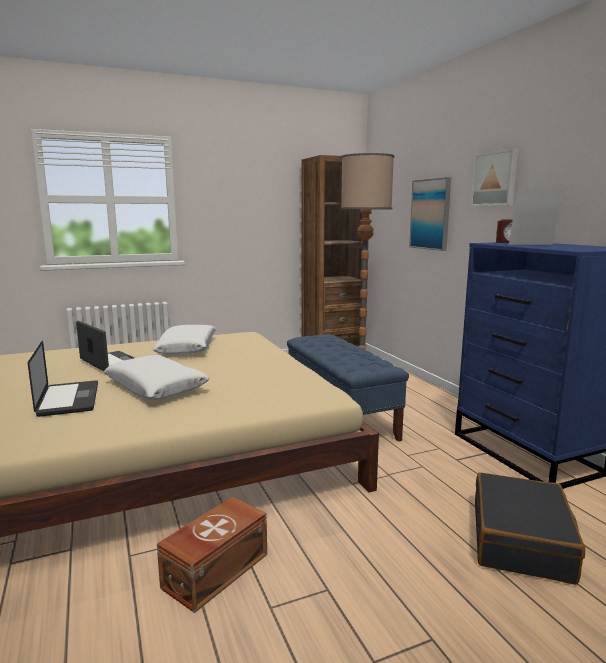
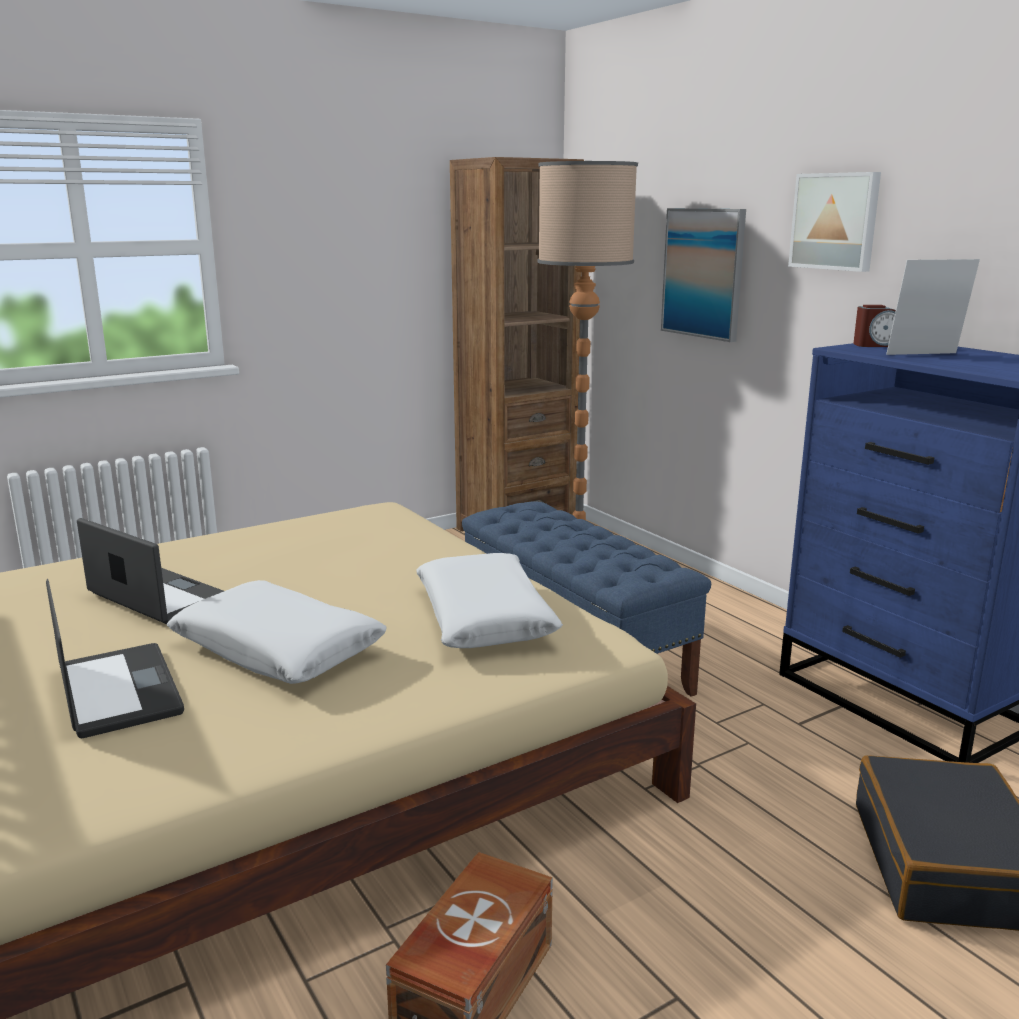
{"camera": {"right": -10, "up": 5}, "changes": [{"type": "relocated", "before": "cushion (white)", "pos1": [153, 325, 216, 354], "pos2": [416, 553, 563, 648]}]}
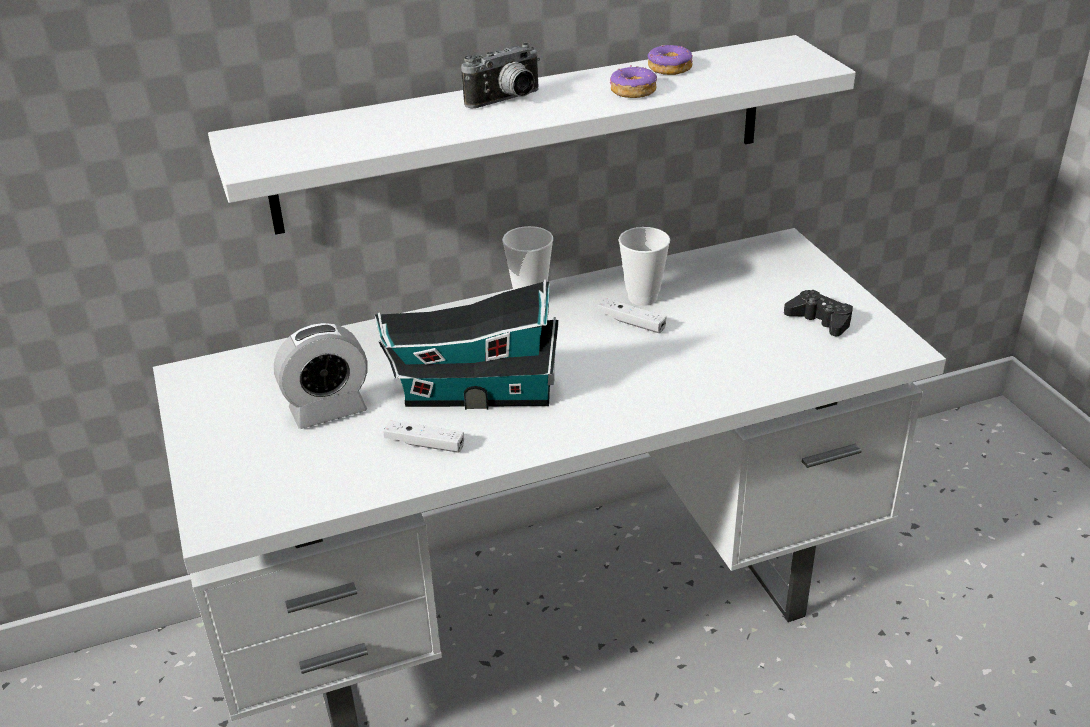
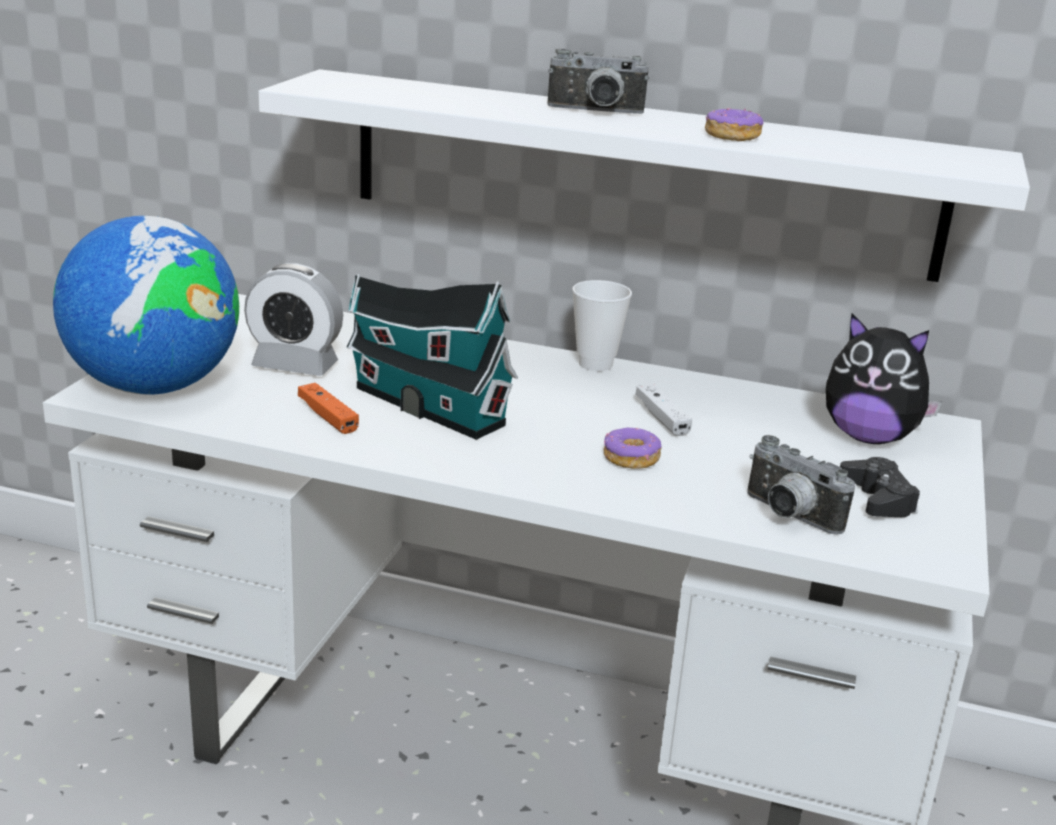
{"camera": {"right": 35, "up": -10}, "changes": [{"type": "relocated", "before": "ring doughnut", "pos1": [648, 45, 693, 75], "pos2": [603, 428, 662, 469]}, {"type": "missing", "before": "small cup", "pos1": [619, 227, 670, 306]}, {"type": "colour", "before": "joypad (white)", "after": "joypad (orange-coloured)", "pos1": [383, 420, 464, 453], "pos2": [298, 383, 359, 434]}, {"type": "appeared", "after": "globe", "pos2": [53, 216, 239, 395]}, {"type": "appeared", "after": "soft toy", "pos2": [826, 314, 943, 444]}, {"type": "appeared", "after": "still camera", "pos2": [747, 435, 855, 535]}]}
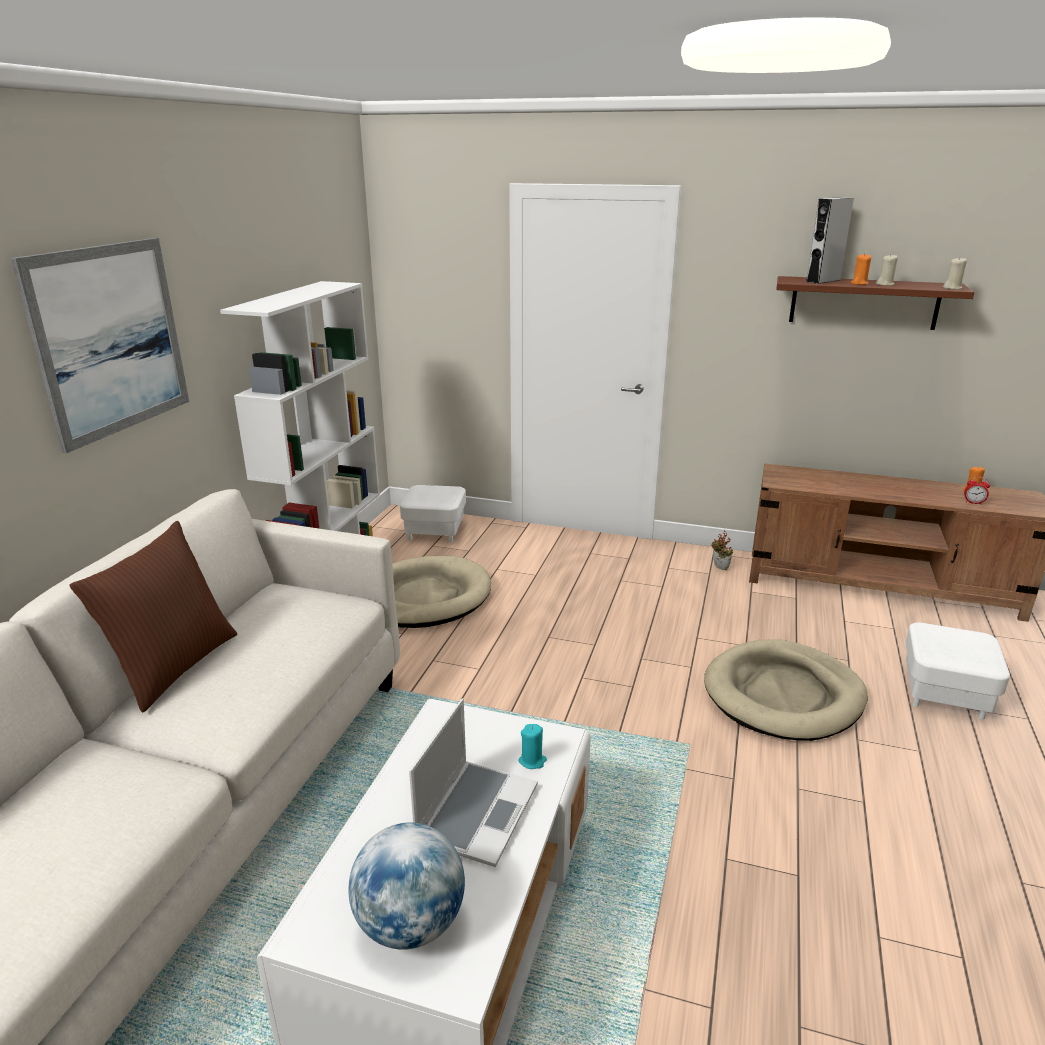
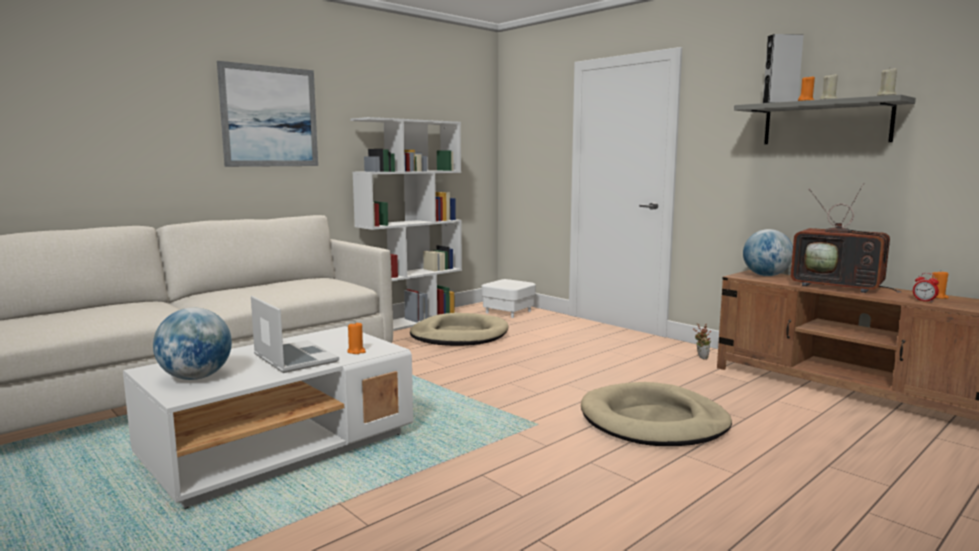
{"camera": {"right": 30, "up": -15}, "changes": [{"type": "colour", "before": "bracket shelf (brownish)", "after": "bracket shelf (grey)", "pos1": [776, 276, 974, 330], "pos2": [734, 94, 916, 144]}, {"type": "missing", "before": "cushion (brownish)", "pos1": [70, 521, 237, 712]}, {"type": "missing", "before": "ottoman (white)", "pos1": [906, 623, 1010, 720]}, {"type": "spun", "before": "notebook computer", "pos1": [409, 698, 538, 867], "pos2": [251, 296, 339, 373], "turn": -90}, {"type": "colour", "before": "candle (turquoise-coloured)", "after": "candle (orange-coloured)", "pos1": [518, 724, 547, 769], "pos2": [347, 321, 366, 354]}, {"type": "appeared", "after": "television", "pos2": [791, 183, 901, 293]}, {"type": "appeared", "after": "globe", "pos2": [743, 229, 793, 276]}]}
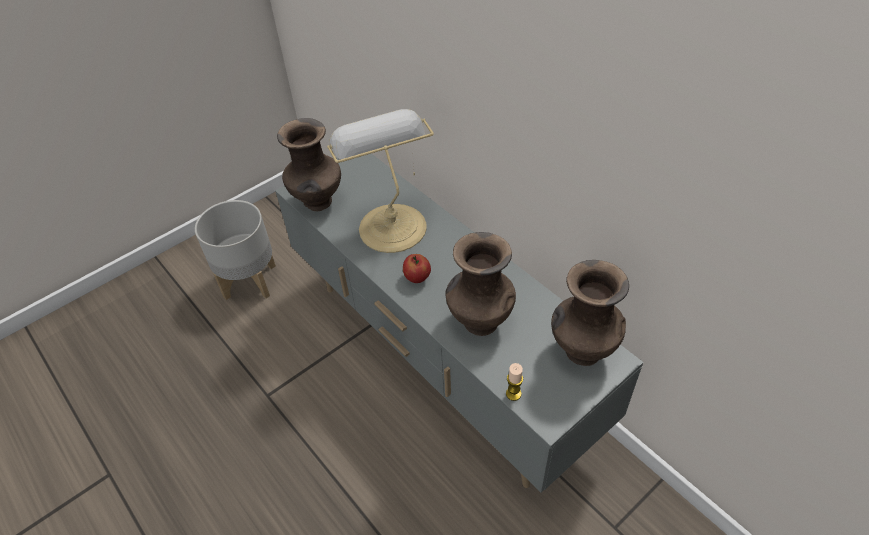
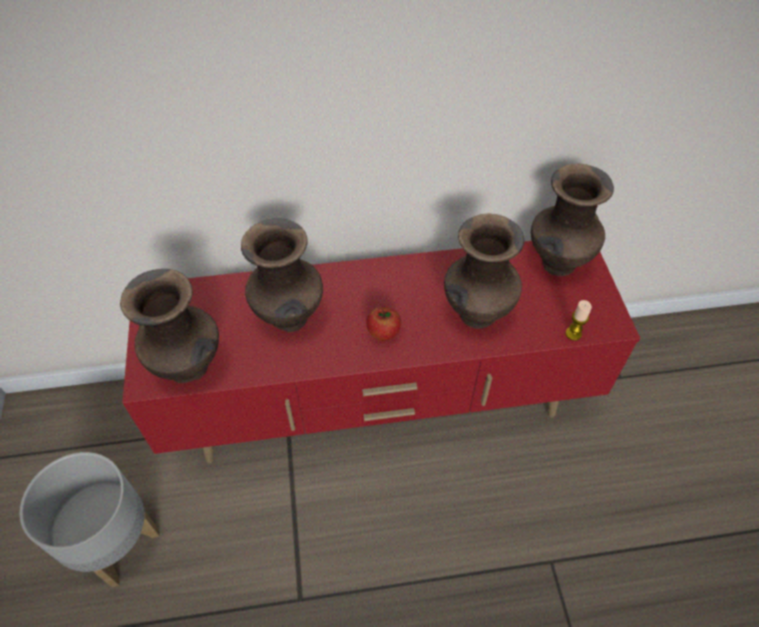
{"camera": {"right": -60, "up": 5}, "changes": [{"type": "exchanged", "before": "tabletop lamp", "after": "flower vase (brownish)", "pos1": [327, 109, 434, 253], "pos2": [241, 218, 323, 332]}, {"type": "colour", "before": "media console (grey)", "after": "media console (red-coloured)", "pos1": [275, 154, 643, 493], "pos2": [122, 241, 641, 463]}]}
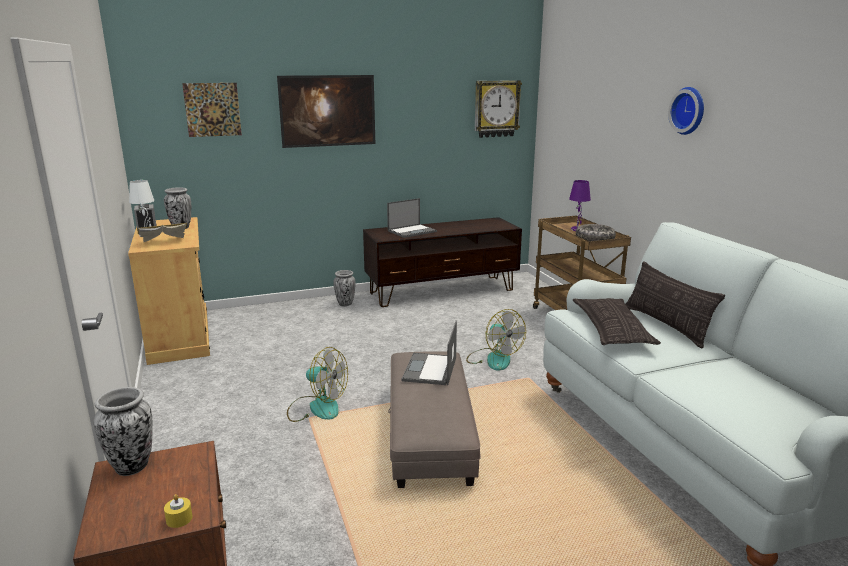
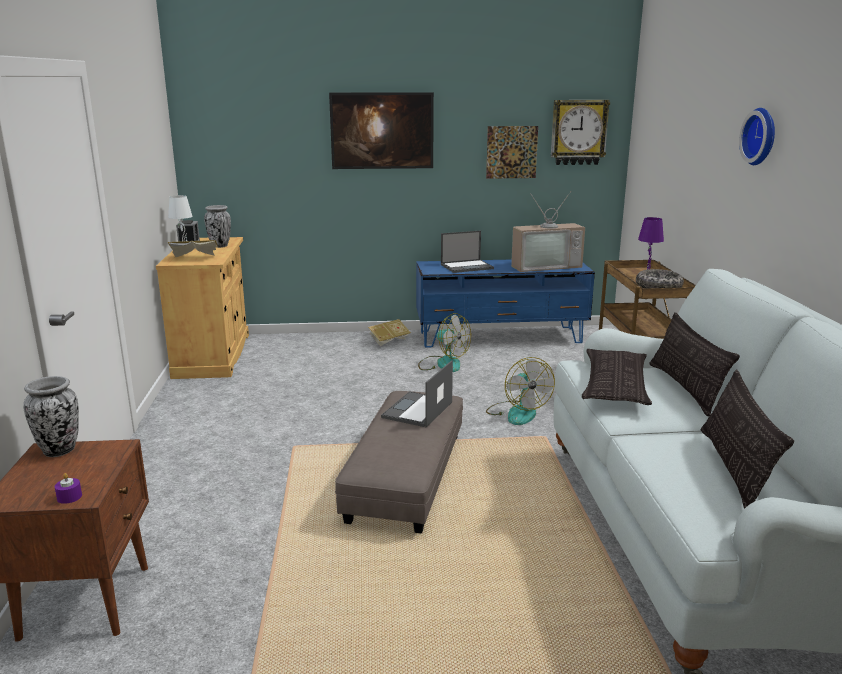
{"camera": {"right": 15, "up": 0}, "changes": [{"type": "relocated", "before": "picture", "pos1": [182, 83, 242, 137], "pos2": [486, 126, 538, 179]}, {"type": "colour", "before": "media console (brownish)", "after": "media console (blue)", "pos1": [363, 217, 522, 307], "pos2": [416, 260, 595, 348]}, {"type": "exchanged", "before": "flower vase", "after": "book", "pos1": [333, 270, 356, 306], "pos2": [368, 319, 411, 346]}, {"type": "relocated", "before": "electric fan", "pos1": [287, 347, 348, 422], "pos2": [418, 313, 471, 372]}, {"type": "colour", "before": "candle (yellow)", "after": "candle (purple-coloured)", "pos1": [164, 494, 193, 528], "pos2": [55, 473, 82, 504]}, {"type": "appeared", "after": "television", "pos2": [511, 193, 585, 272]}, {"type": "appeared", "after": "cushion", "pos2": [701, 370, 794, 509]}]}
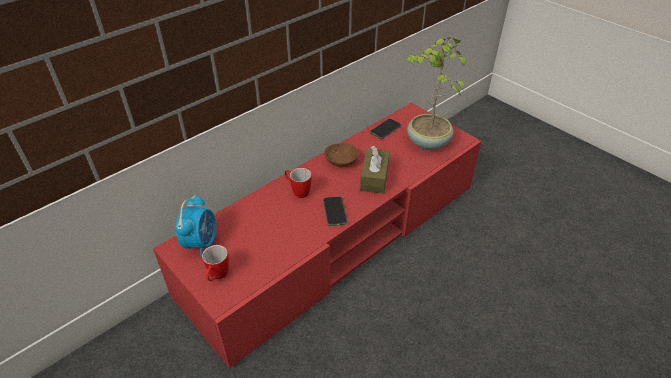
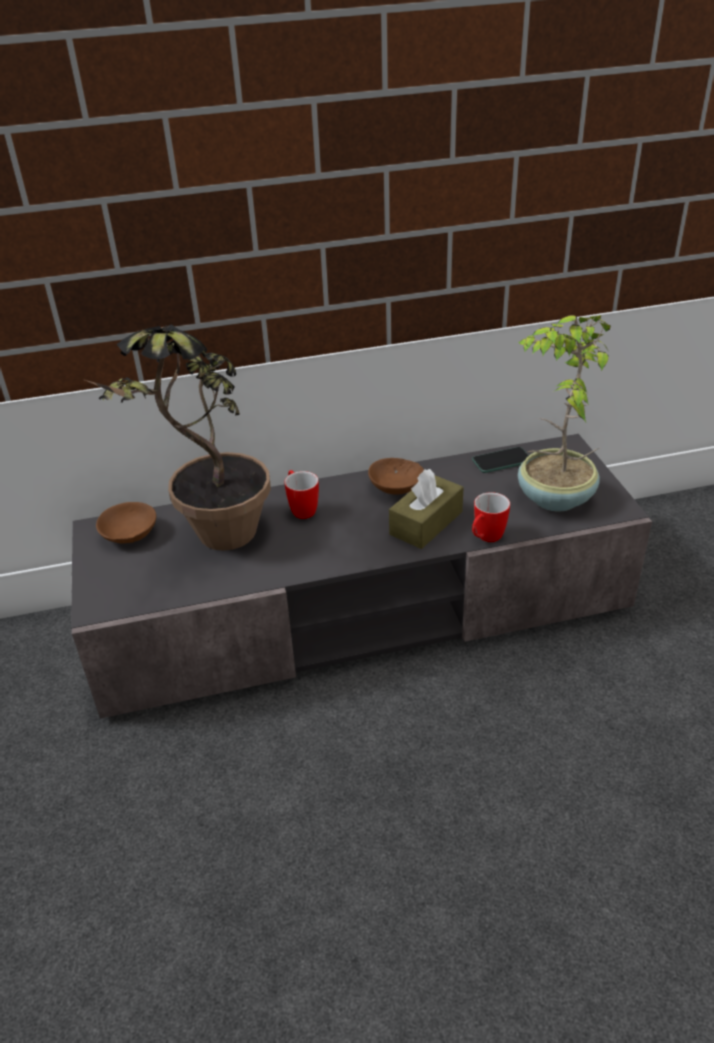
{"camera": {"right": 30, "up": -5}, "changes": [{"type": "colour", "before": "media console (red-coloured)", "after": "media console (grey)", "pos1": [153, 103, 481, 368], "pos2": [71, 434, 652, 719]}, {"type": "exchanged", "before": "bedside clock", "after": "deep dish (brownish)", "pos1": [175, 195, 216, 258], "pos2": [96, 502, 156, 544]}, {"type": "missing", "before": "phone", "pos1": [323, 196, 347, 226]}, {"type": "relocated", "before": "tea mug", "pos1": [202, 245, 229, 281], "pos2": [472, 492, 510, 542]}, {"type": "appeared", "after": "potted plant", "pos2": [85, 325, 271, 551]}]}
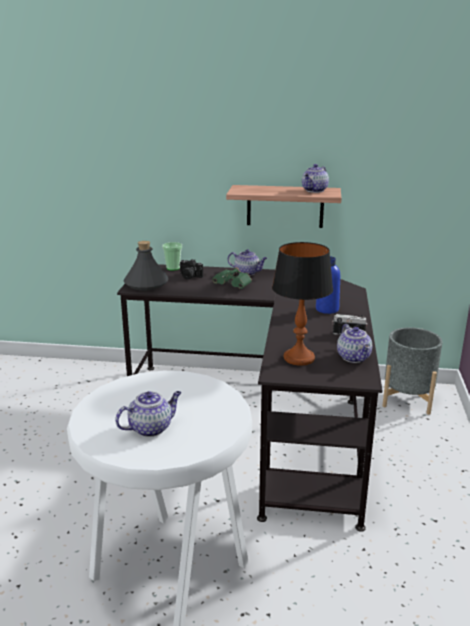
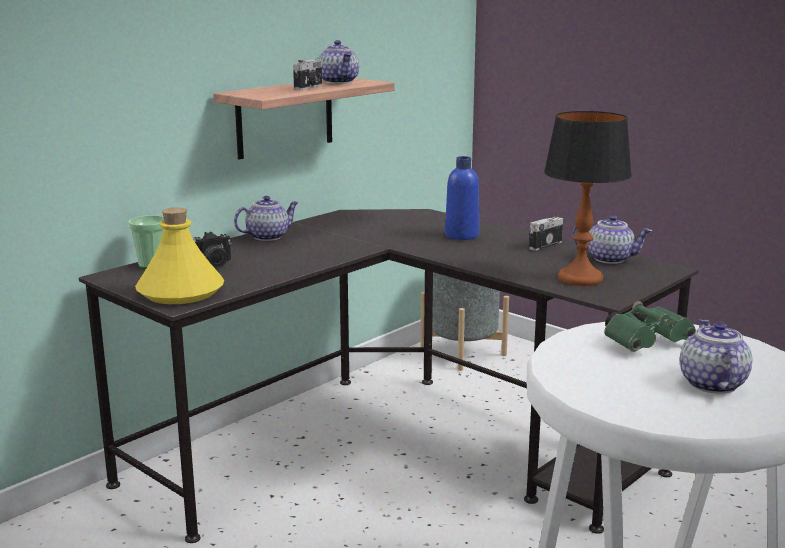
{"camera": {"right": -55, "up": -5}, "changes": [{"type": "colour", "before": "beverage bottle (grey)", "after": "beverage bottle (yellow)", "pos1": [124, 241, 169, 290], "pos2": [135, 208, 224, 304]}, {"type": "relocated", "before": "field glasses (green)", "pos1": [212, 267, 252, 289], "pos2": [604, 301, 696, 352]}, {"type": "appeared", "after": "still camera", "pos2": [293, 59, 322, 90]}]}
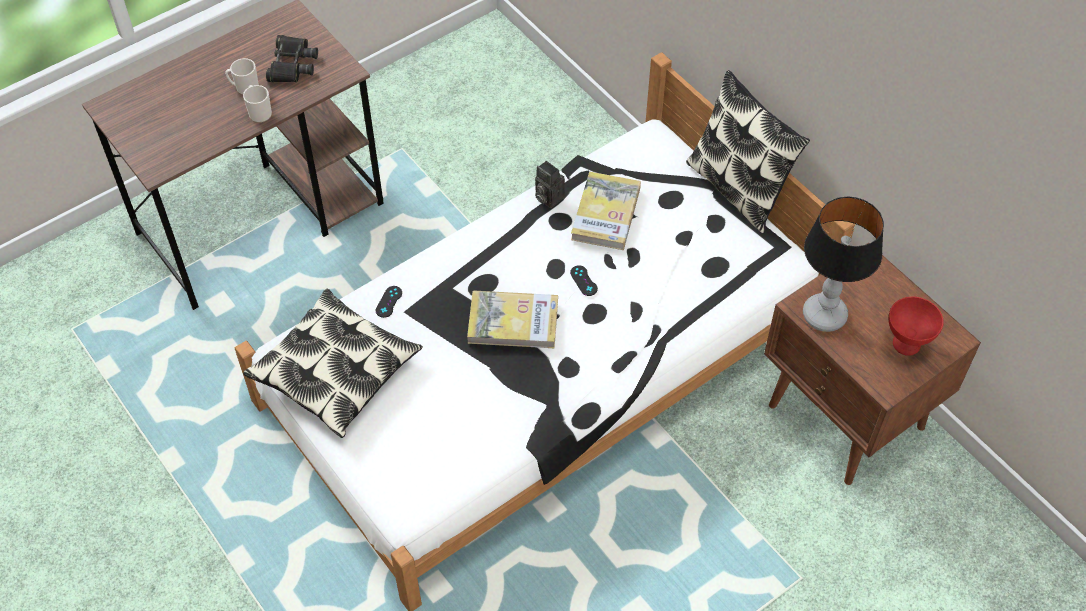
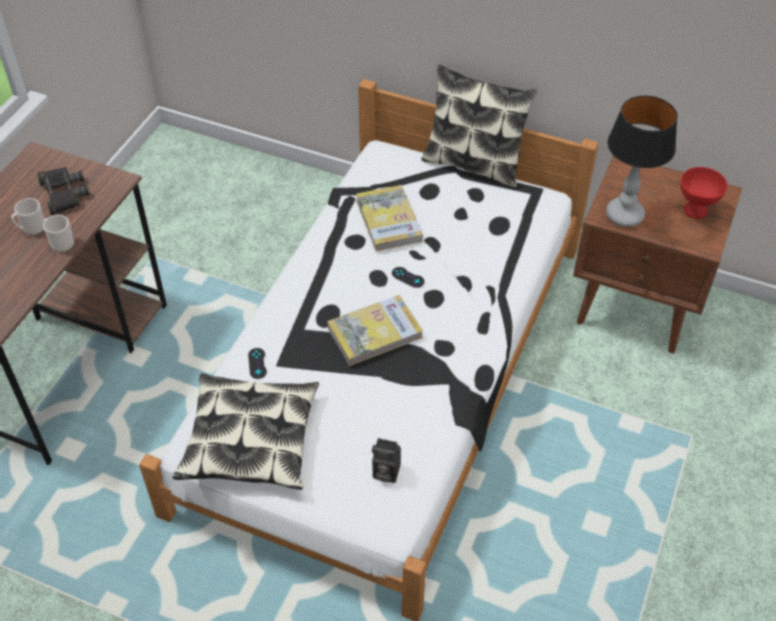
{"camera": {"right": -30, "up": -5}, "changes": [{"type": "relocated", "before": "still camera", "pos1": [535, 161, 565, 208], "pos2": [372, 438, 401, 483]}]}
